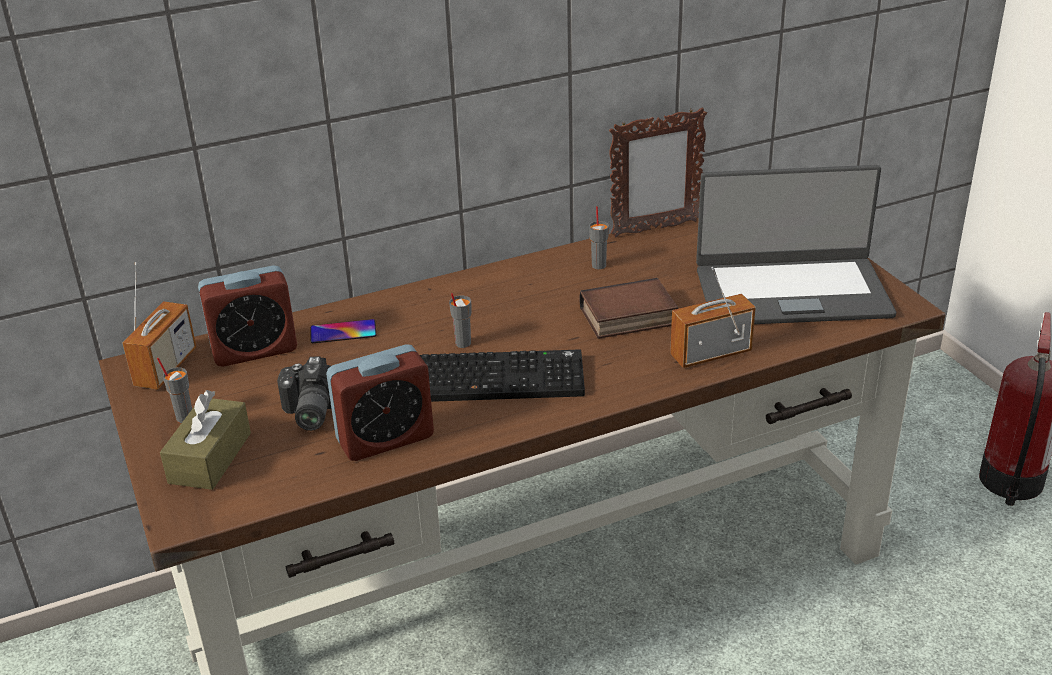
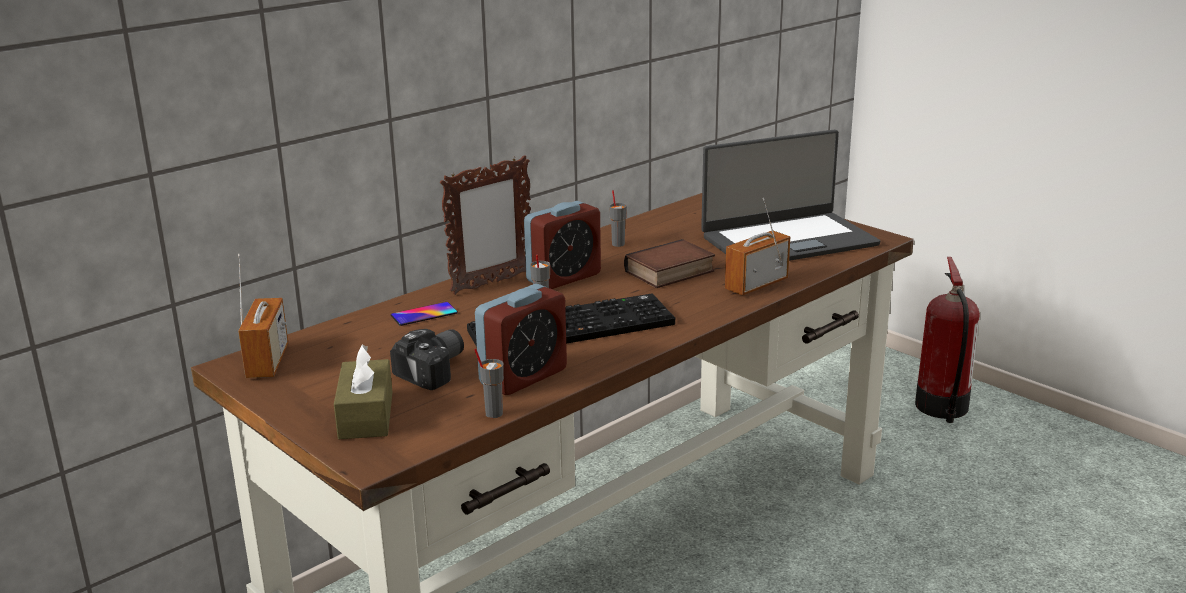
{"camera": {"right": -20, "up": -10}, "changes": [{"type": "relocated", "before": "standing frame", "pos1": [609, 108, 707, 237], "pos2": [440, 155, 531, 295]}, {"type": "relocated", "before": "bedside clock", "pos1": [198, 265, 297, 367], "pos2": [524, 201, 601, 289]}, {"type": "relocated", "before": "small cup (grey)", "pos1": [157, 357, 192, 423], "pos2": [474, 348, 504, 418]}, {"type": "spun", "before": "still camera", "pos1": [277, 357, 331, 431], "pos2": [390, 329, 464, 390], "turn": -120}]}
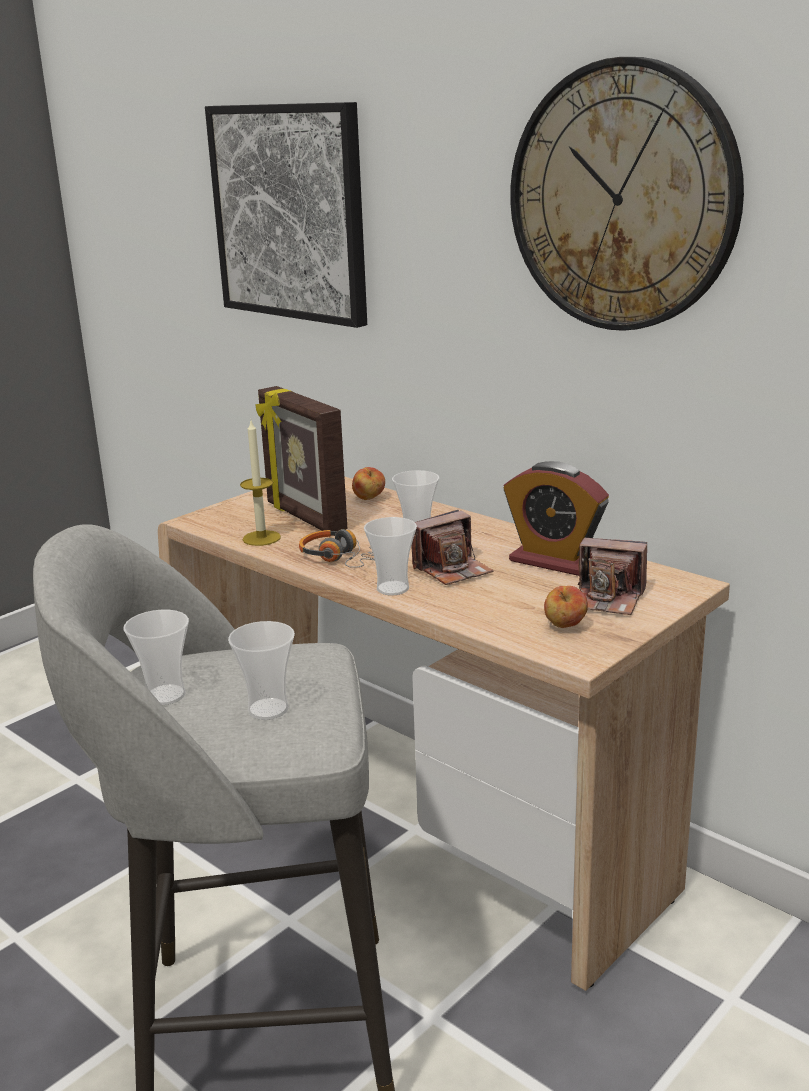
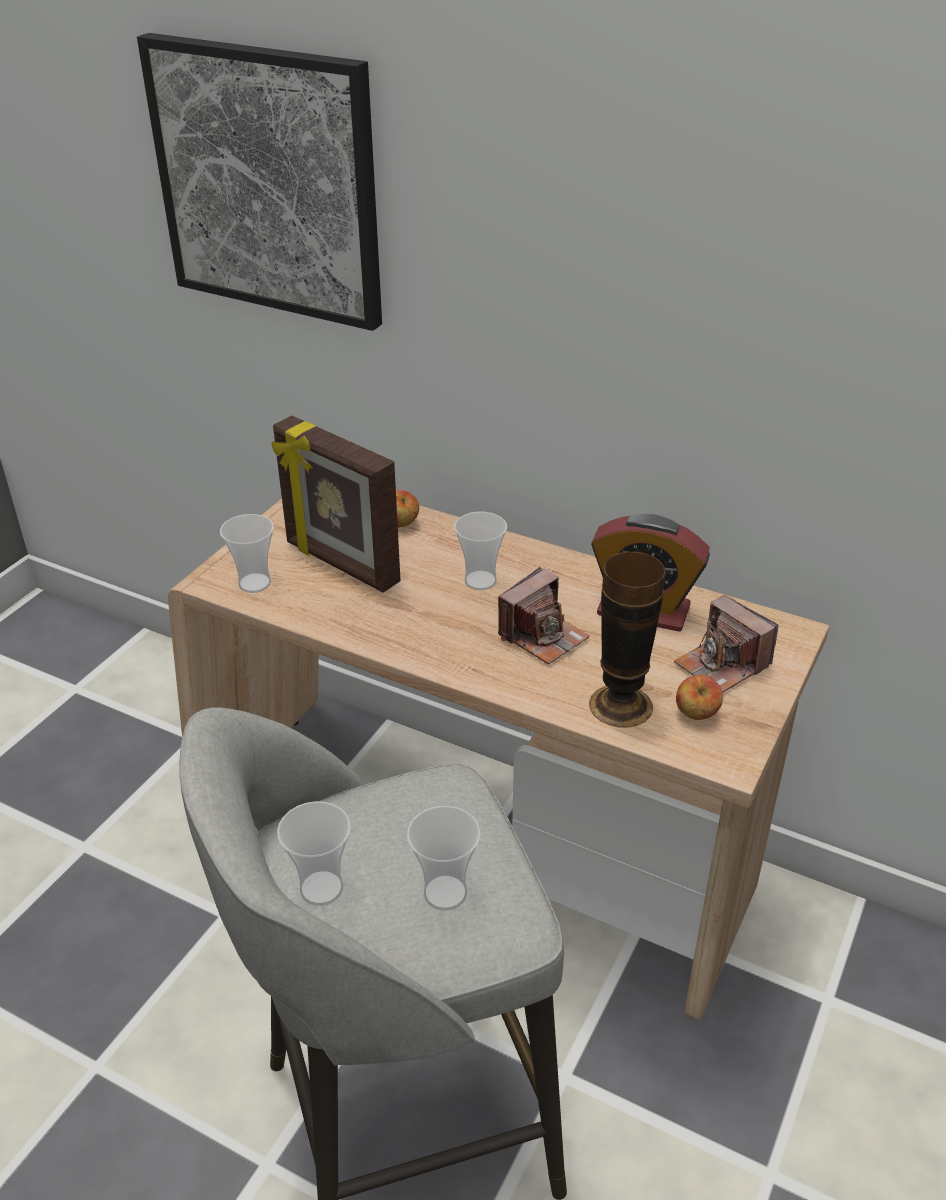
{"camera": {"right": -15, "up": 15}, "changes": [{"type": "missing", "before": "hanging clock", "pos1": [510, 57, 744, 331]}, {"type": "missing", "before": "candle", "pos1": [240, 421, 281, 546]}, {"type": "relocated", "before": "small cup", "pos1": [364, 517, 417, 595], "pos2": [220, 514, 274, 593]}, {"type": "missing", "before": "headset", "pos1": [299, 529, 375, 568]}, {"type": "spun", "before": "still camera", "pos1": [578, 538, 647, 615], "pos2": [674, 595, 778, 693], "turn": 45}, {"type": "appeared", "after": "flower vase", "pos2": [589, 552, 666, 728]}]}
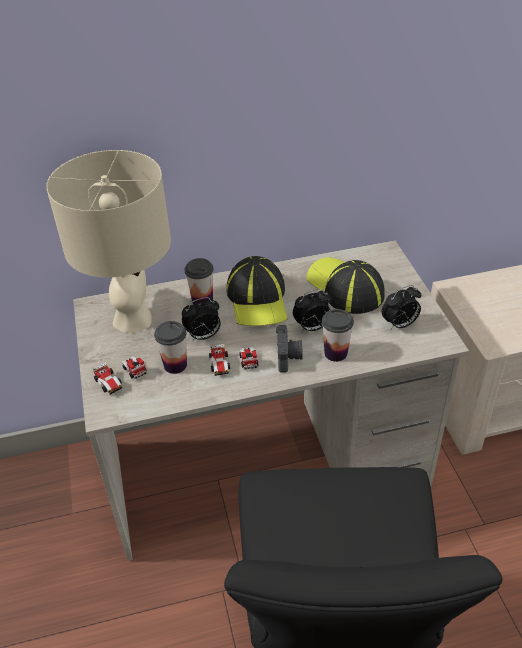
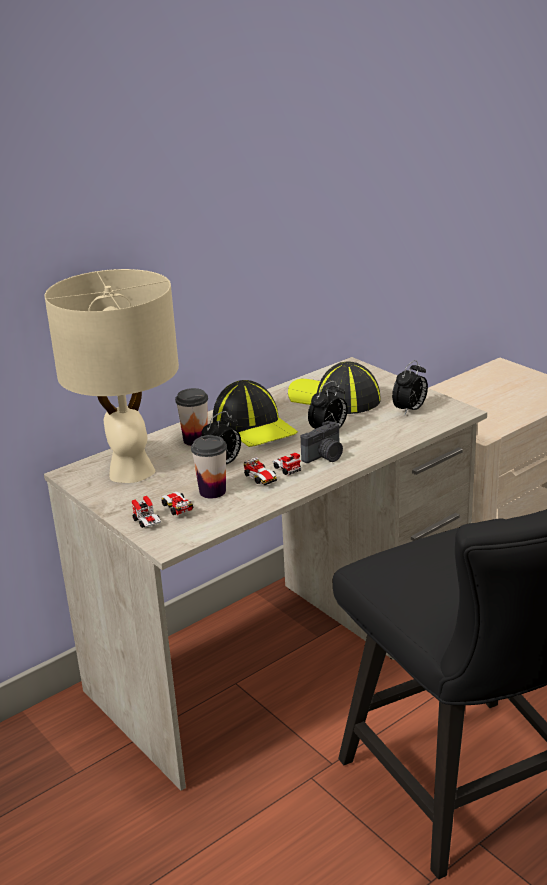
{"camera": {"right": -25, "up": -15}, "changes": [{"type": "missing", "before": "small cup", "pos1": [322, 309, 354, 362]}, {"type": "spun", "before": "still camera", "pos1": [276, 325, 303, 373], "pos2": [301, 421, 343, 463], "turn": 75}, {"type": "spun", "before": "miniature car", "pos1": [93, 356, 147, 394], "pos2": [132, 492, 193, 528], "turn": -150}]}
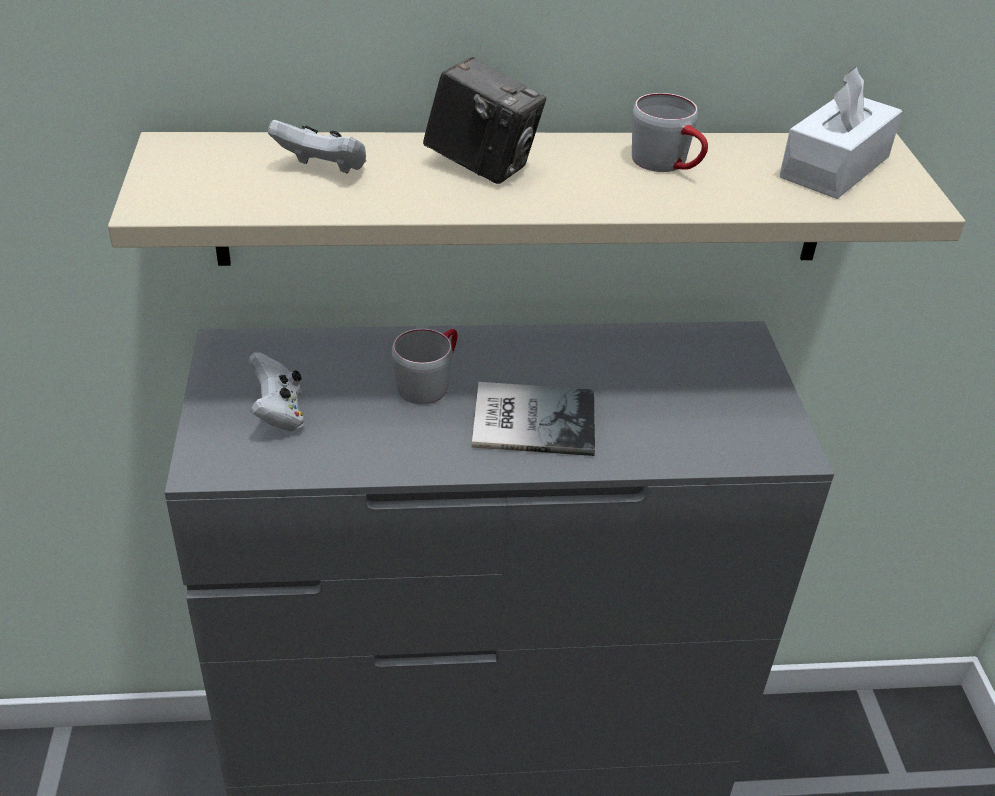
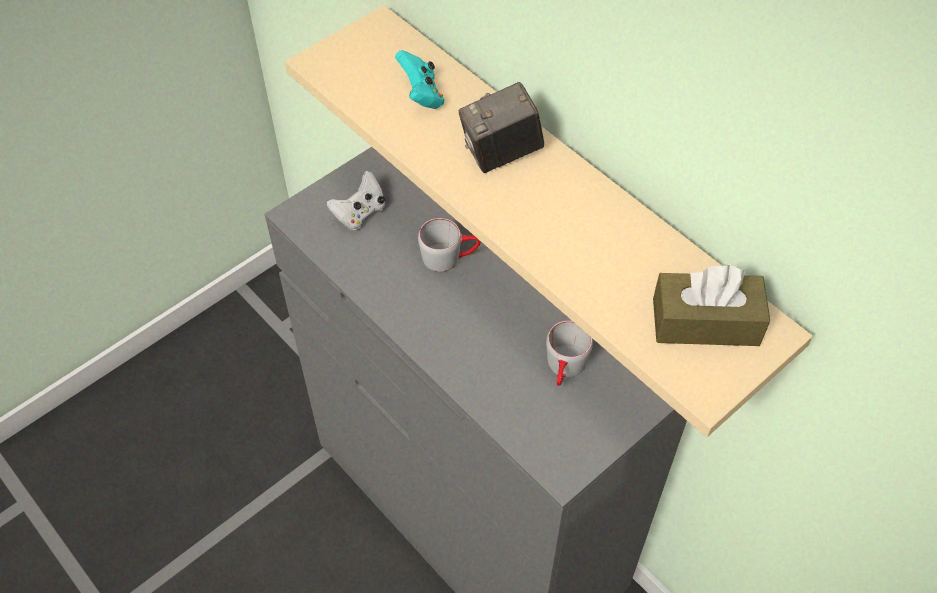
{"camera": {"right": 55, "up": 15}, "changes": [{"type": "spun", "before": "still camera", "pos1": [423, 57, 546, 184], "pos2": [458, 82, 544, 173], "turn": 75}, {"type": "colour", "before": "tissue box (white)", "after": "tissue box (brownish)", "pos1": [779, 67, 902, 199], "pos2": [653, 265, 770, 346]}, {"type": "relocated", "before": "tea mug (grey)", "pos1": [632, 93, 708, 172], "pos2": [546, 321, 593, 386]}, {"type": "colour", "before": "joypad (white)", "after": "joypad (turquoise-coloured)", "pos1": [268, 120, 367, 174], "pos2": [395, 50, 444, 109]}, {"type": "missing", "before": "book", "pos1": [472, 382, 595, 456]}]}
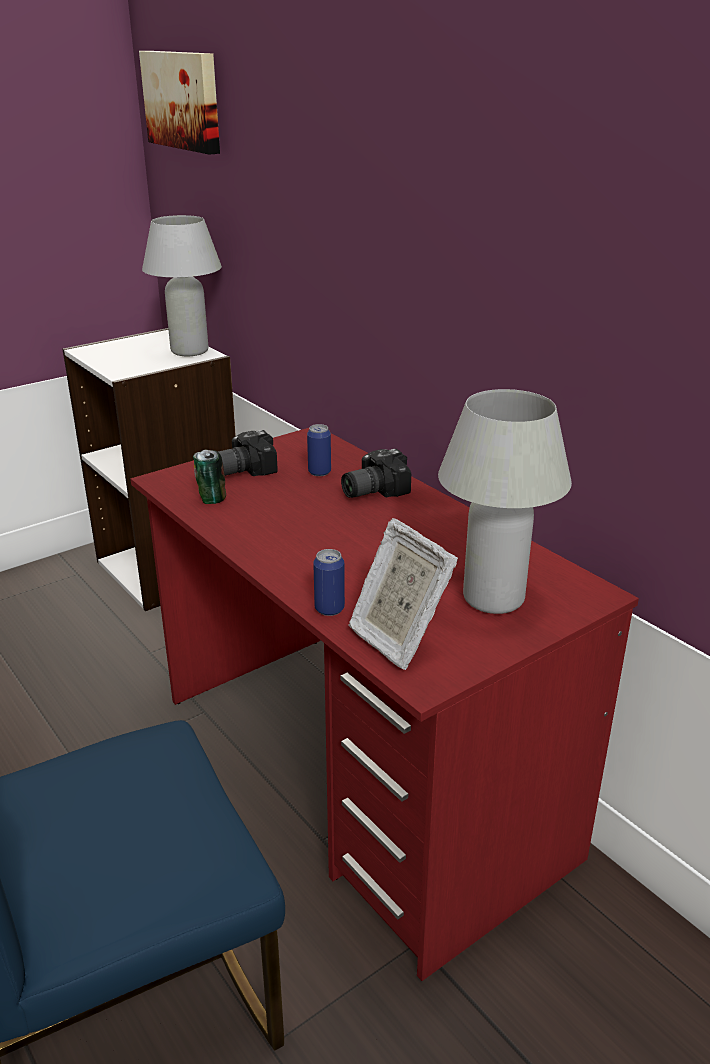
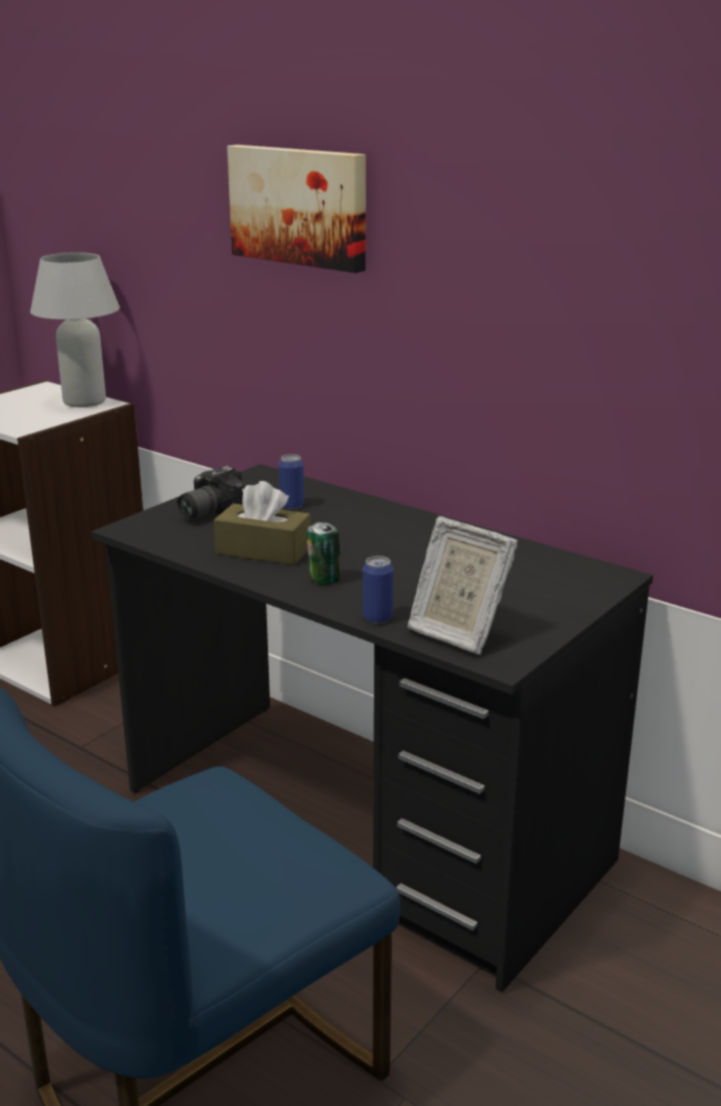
{"camera": {"right": -15, "up": -5}, "changes": [{"type": "relocated", "before": "picture", "pos1": [139, 51, 220, 155], "pos2": [227, 145, 366, 273]}, {"type": "missing", "before": "tabletop lamp (white)", "pos1": [438, 389, 572, 614]}, {"type": "colour", "before": "desk unit (red-coloured)", "after": "desk unit (blackish)", "pos1": [131, 428, 639, 981], "pos2": [91, 464, 653, 992]}, {"type": "missing", "before": "still camera", "pos1": [341, 449, 411, 498]}, {"type": "relocated", "before": "can", "pos1": [193, 450, 226, 504], "pos2": [307, 522, 341, 585]}, {"type": "appeared", "after": "tissue box (brownish)", "pos2": [214, 481, 311, 565]}]}
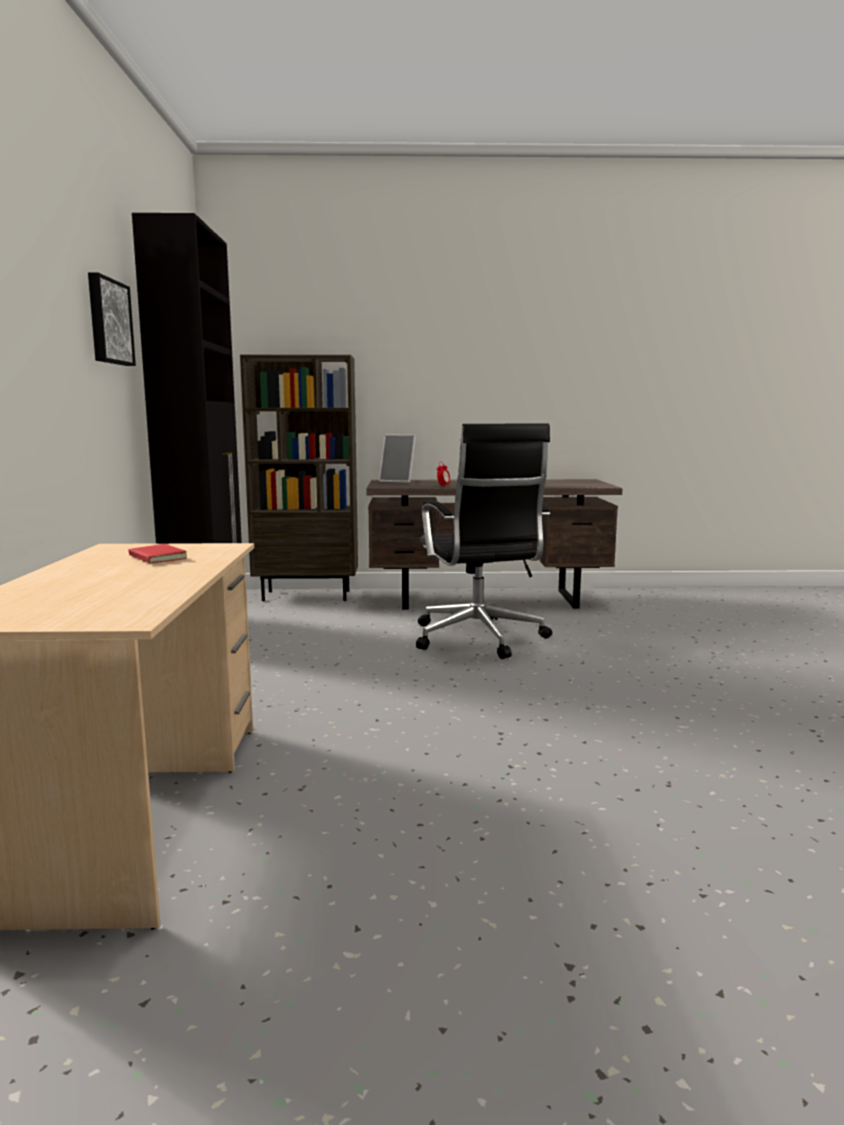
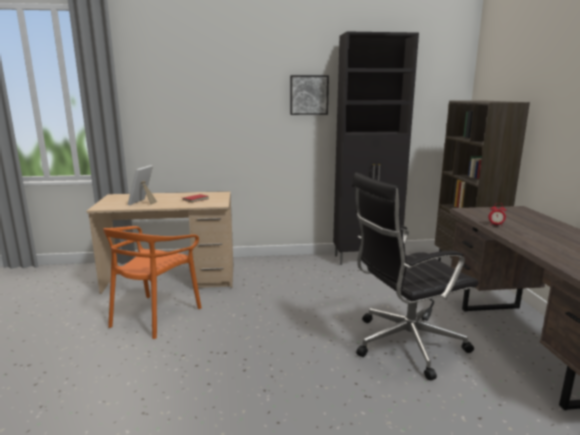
{"camera": {"right": 85, "up": 5}, "changes": [{"type": "relocated", "before": "standing frame", "pos1": [379, 434, 416, 483], "pos2": [128, 165, 157, 205]}, {"type": "appeared", "after": "plain chair (orange-coloured)", "pos2": [103, 226, 202, 339]}]}
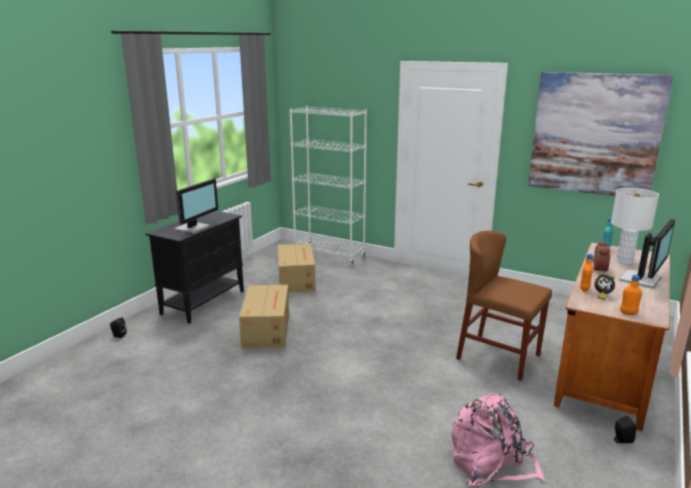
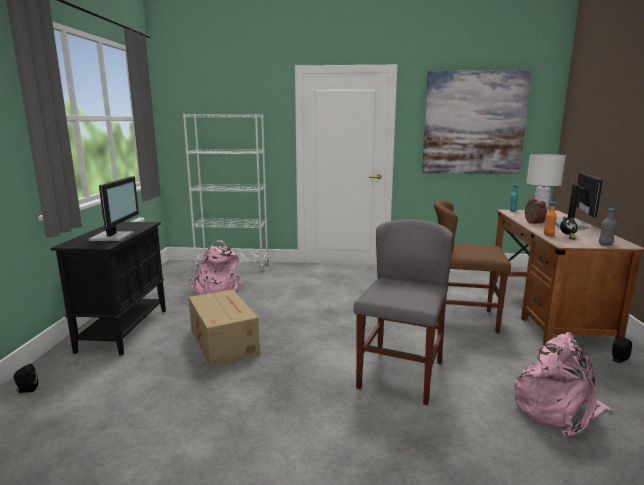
{"camera": {"right": -25, "up": -5}, "changes": [{"type": "exchanged", "before": "cardboard box", "after": "knapsack (pink)", "pos1": [278, 244, 316, 292], "pos2": [190, 240, 242, 295]}, {"type": "colour", "before": "beverage bottle (orange-coloured)", "after": "beverage bottle (grey)", "pos1": [620, 275, 642, 315], "pos2": [599, 208, 617, 245]}, {"type": "appeared", "after": "plain chair (grey)", "pos2": [354, 219, 453, 405]}]}
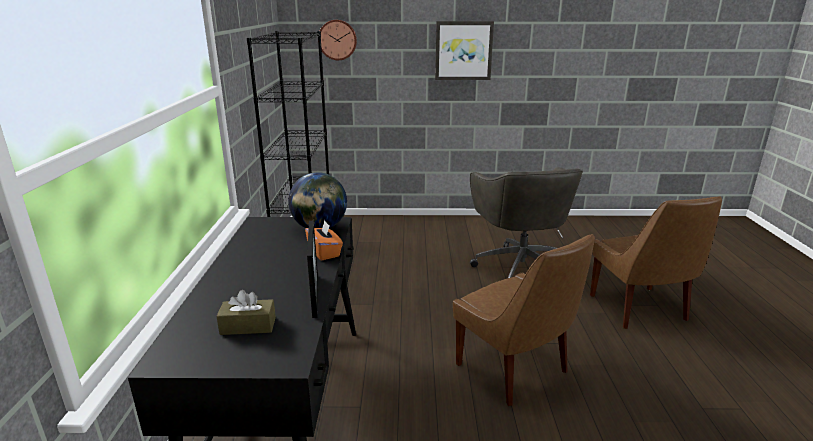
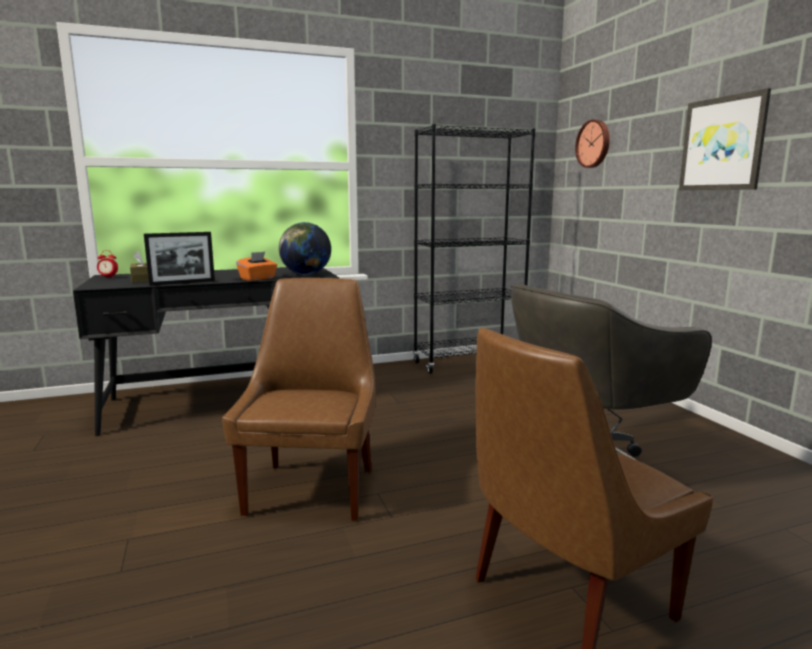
{"camera": {"right": 70, "up": -10}, "changes": [{"type": "spun", "before": "plain chair (brownish)", "pos1": [453, 234, 595, 406], "pos2": [222, 278, 376, 521], "turn": 150}, {"type": "appeared", "after": "bedside clock", "pos2": [97, 250, 118, 278]}]}
